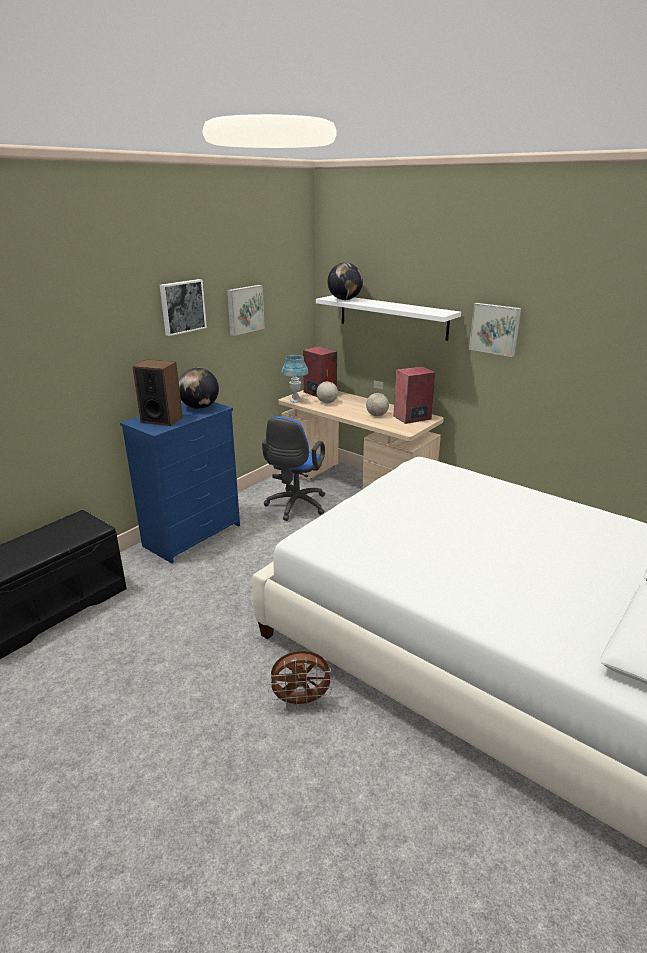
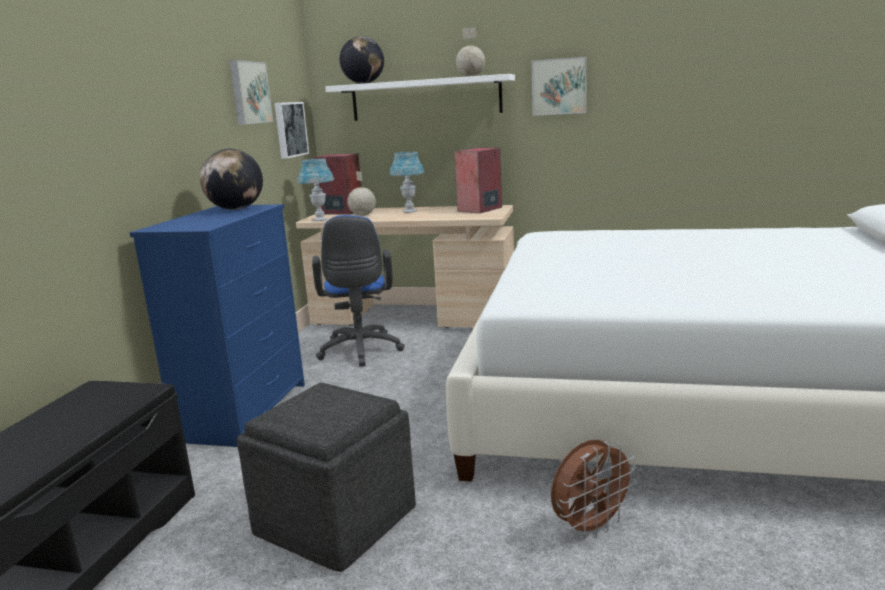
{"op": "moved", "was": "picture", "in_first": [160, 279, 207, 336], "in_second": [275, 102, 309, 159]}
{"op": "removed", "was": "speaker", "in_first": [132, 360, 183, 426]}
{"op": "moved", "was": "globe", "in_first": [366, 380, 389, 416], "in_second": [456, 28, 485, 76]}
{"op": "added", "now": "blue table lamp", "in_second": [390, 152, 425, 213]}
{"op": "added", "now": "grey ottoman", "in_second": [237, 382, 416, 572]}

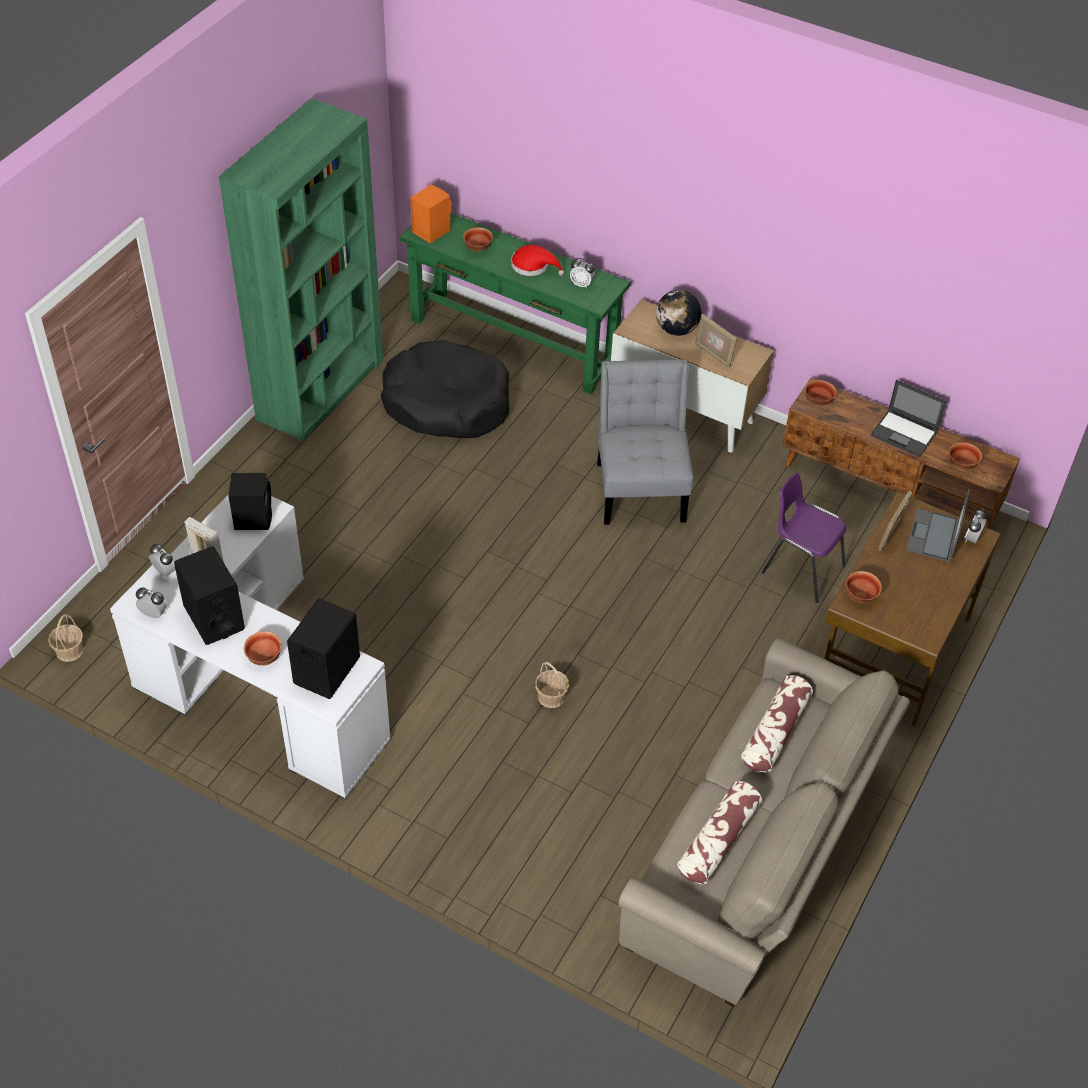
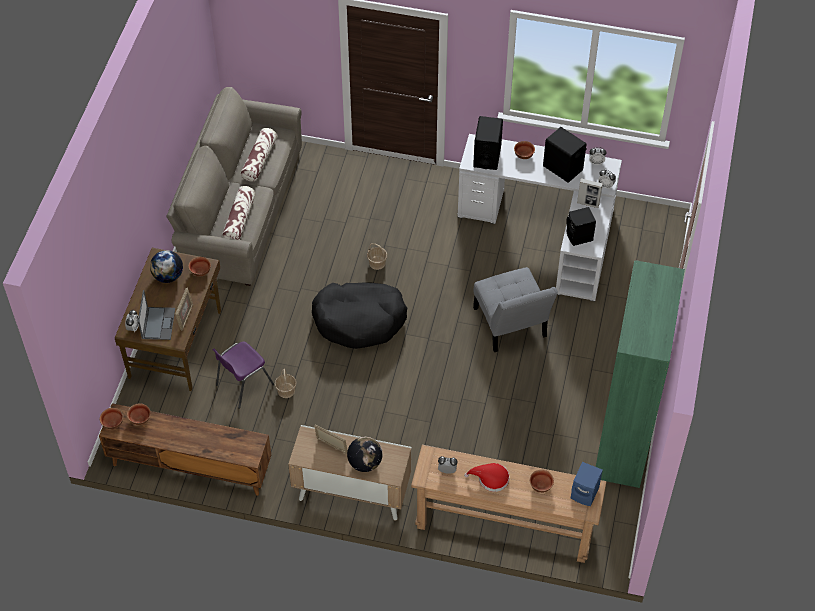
{"op": "recoloured", "was": "orange speaker", "now": "blue speaker", "in_first": [410, 185, 452, 244], "in_second": [571, 462, 603, 506]}
{"op": "recoloured", "was": "green console table", "now": "brown console table", "in_first": [400, 213, 631, 394], "in_second": [411, 445, 607, 563]}
{"op": "moved", "was": "black dog bed", "in_first": [381, 340, 509, 438], "in_second": [312, 283, 407, 349]}
{"op": "moved", "was": "grey chair", "in_first": [597, 359, 693, 525], "in_second": [473, 267, 558, 352]}
{"op": "moved", "was": "bowl", "in_first": [805, 380, 837, 406], "in_second": [100, 408, 123, 429]}
{"op": "removed", "was": "laptop", "in_first": [871, 380, 947, 457]}
{"op": "turned", "was": "purple chair", "in_first": [762, 472, 846, 603], "in_second": [212, 341, 274, 409], "clockwise": 120}
{"op": "moved", "was": "basket", "in_first": [48, 614, 84, 662], "in_second": [275, 369, 296, 398]}
{"op": "added", "now": "globe", "in_second": [150, 250, 183, 283]}

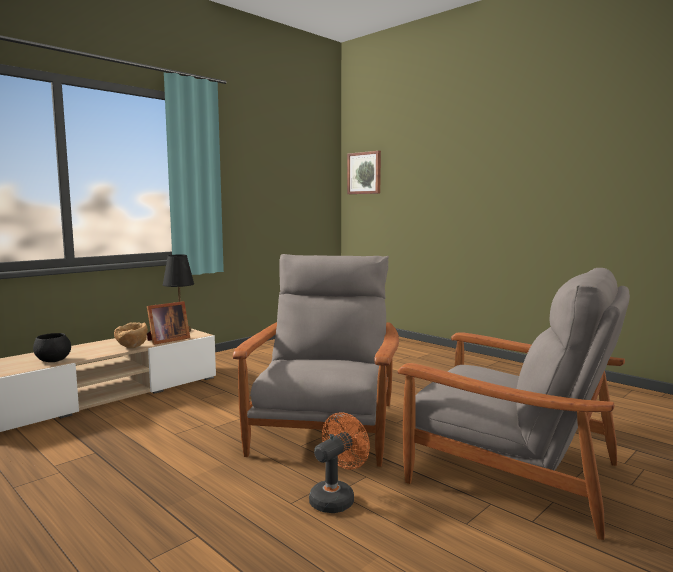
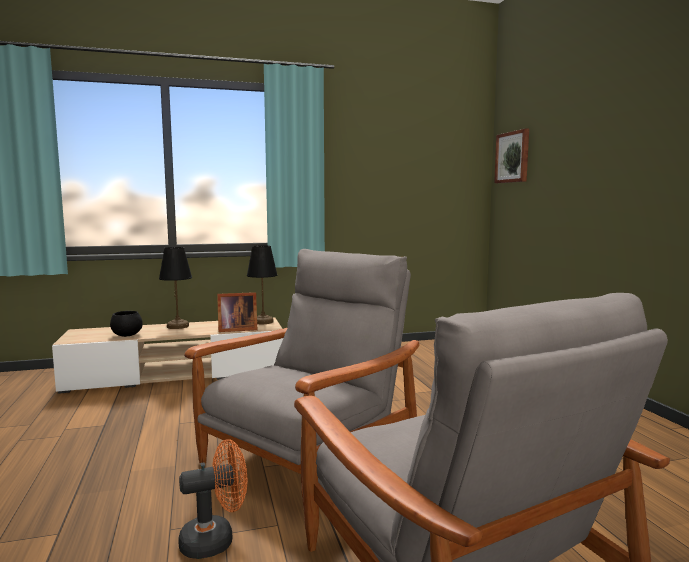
{"op": "removed", "was": "brown bowl", "in_first": [114, 322, 148, 349]}
{"op": "added", "now": "black table lamp", "in_second": [159, 247, 192, 329]}

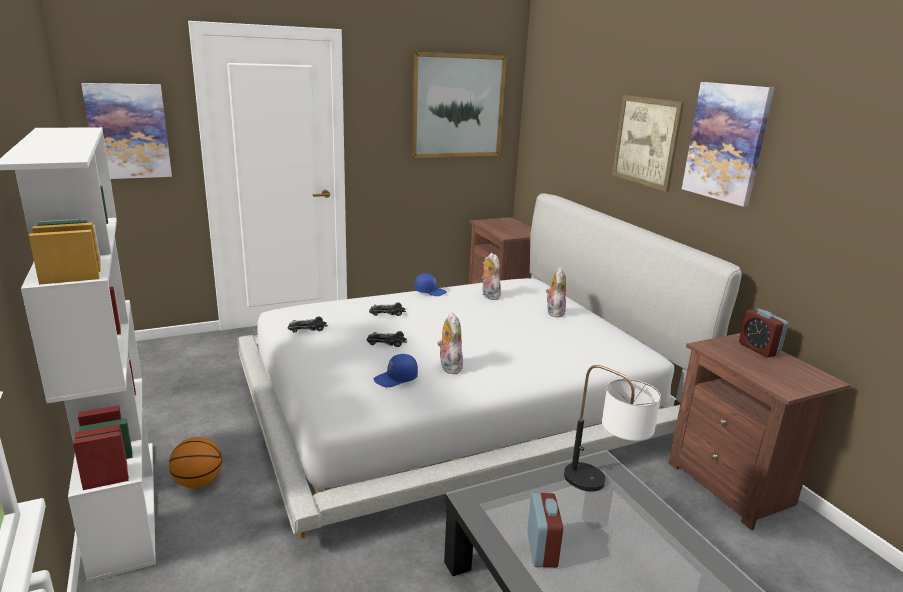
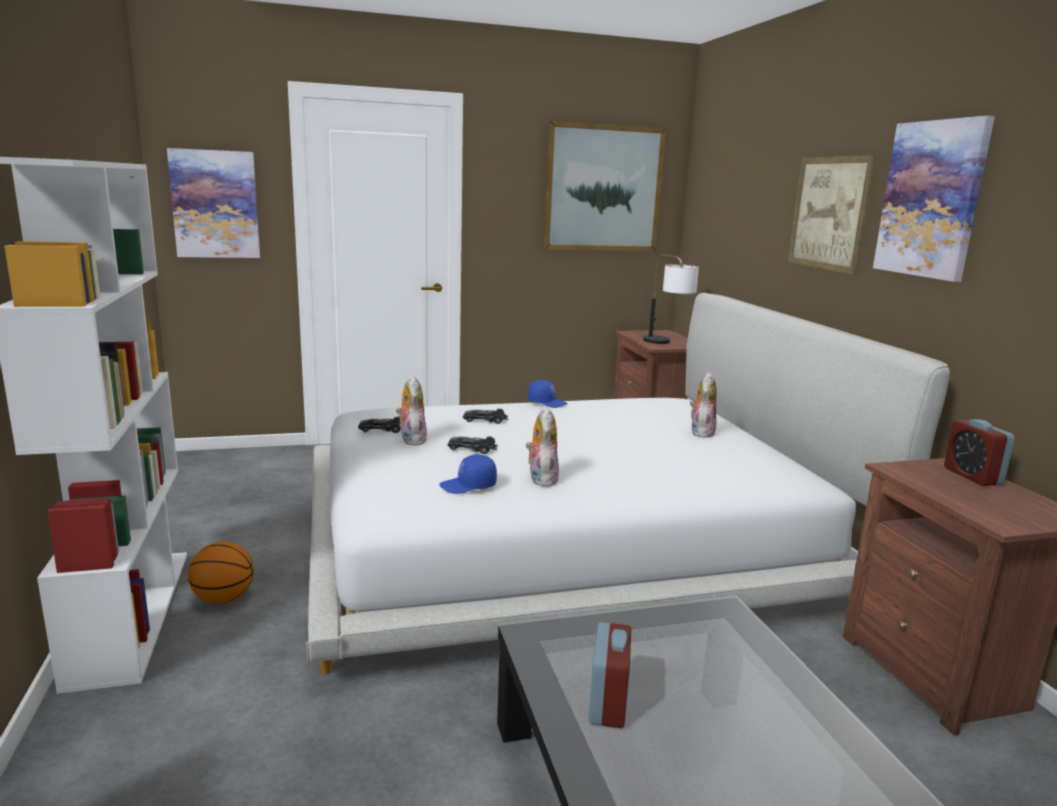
{"op": "moved", "was": "plush toy", "in_first": [482, 253, 501, 300], "in_second": [396, 375, 427, 445]}
{"op": "moved", "was": "table lamp", "in_first": [564, 365, 661, 492], "in_second": [643, 255, 699, 344]}

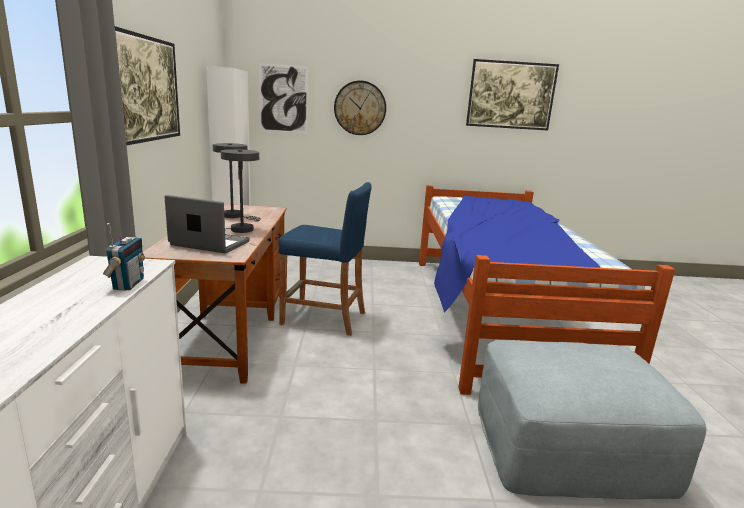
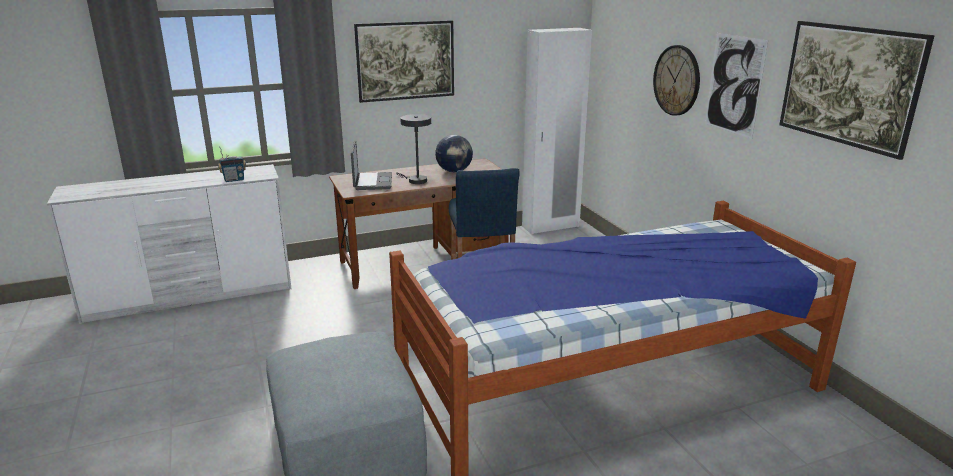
{"op": "moved", "was": "picture", "in_first": [259, 63, 308, 133], "in_second": [705, 33, 768, 139]}
{"op": "replaced", "was": "grey table lamp", "now": "globe", "in_first": [213, 143, 261, 221], "in_second": [435, 135, 473, 172]}

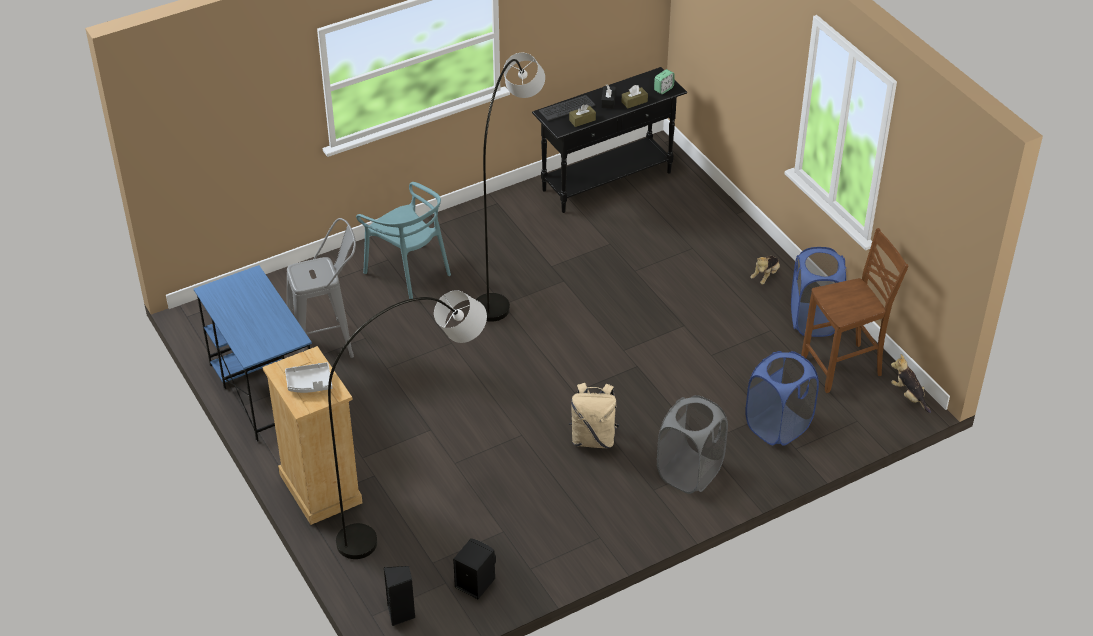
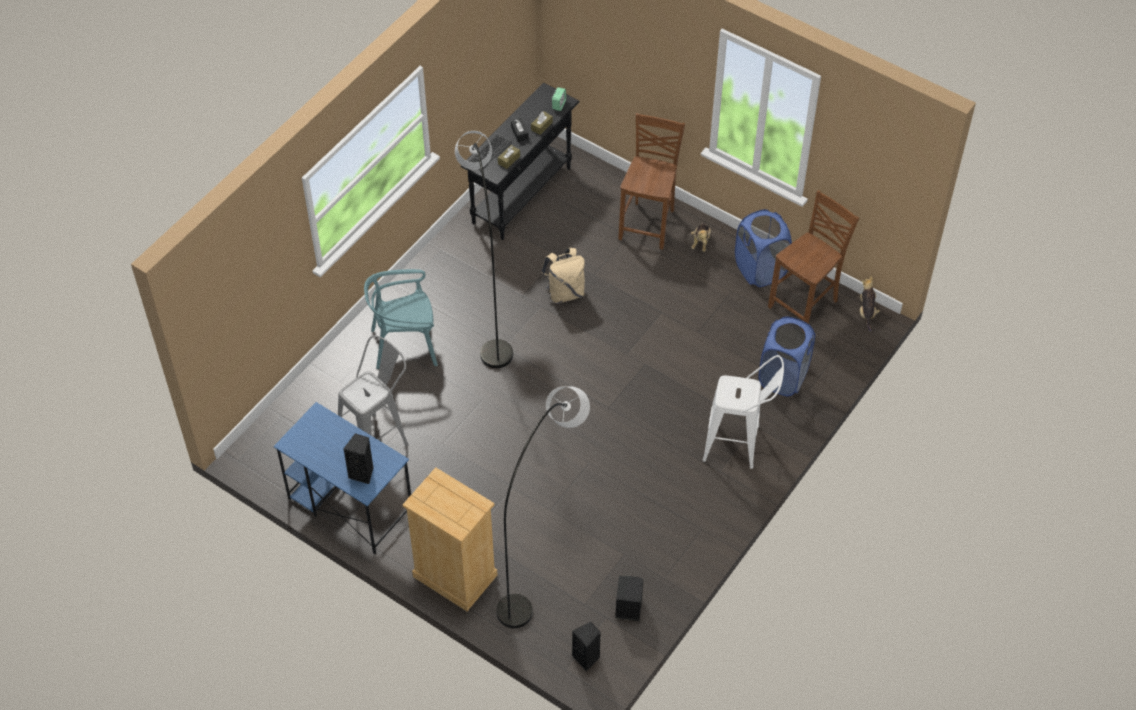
{"op": "turned", "was": "turquoise chair", "in_first": [356, 182, 451, 299], "in_second": [364, 269, 438, 369], "clockwise": 150}
{"op": "turned", "was": "plush toy", "in_first": [891, 354, 931, 413], "in_second": [860, 276, 880, 332], "clockwise": 60}
{"op": "removed", "was": "grey tray", "in_first": [285, 362, 332, 393]}
{"op": "moved", "was": "beige backpack", "in_first": [569, 383, 619, 448], "in_second": [541, 248, 585, 304]}
{"op": "replaced", "was": "grey laundry basket", "now": "white stool", "in_first": [657, 395, 728, 494], "in_second": [703, 355, 784, 469]}
{"op": "added", "now": "brown chair", "in_second": [618, 113, 685, 250]}
{"op": "added", "now": "black speaker", "in_second": [344, 433, 374, 484]}

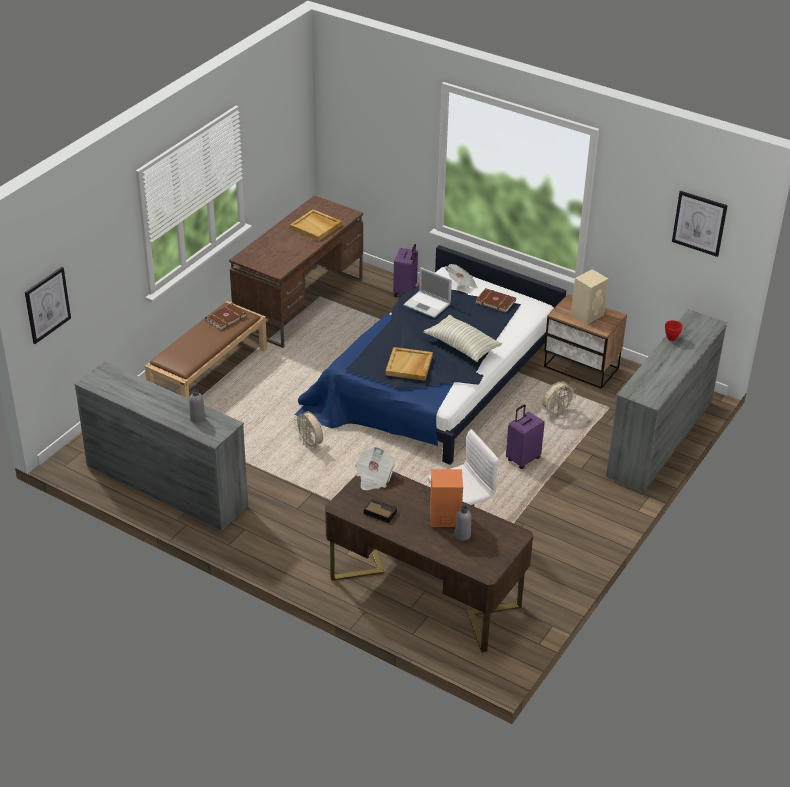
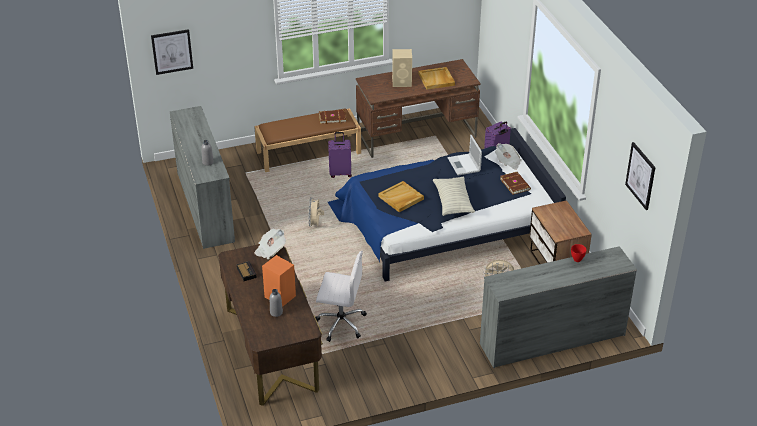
{"op": "moved", "was": "beige speaker", "in_first": [571, 269, 609, 324], "in_second": [392, 49, 412, 87]}
{"op": "moved", "was": "purple suitcase", "in_first": [506, 404, 545, 469], "in_second": [328, 132, 352, 178]}

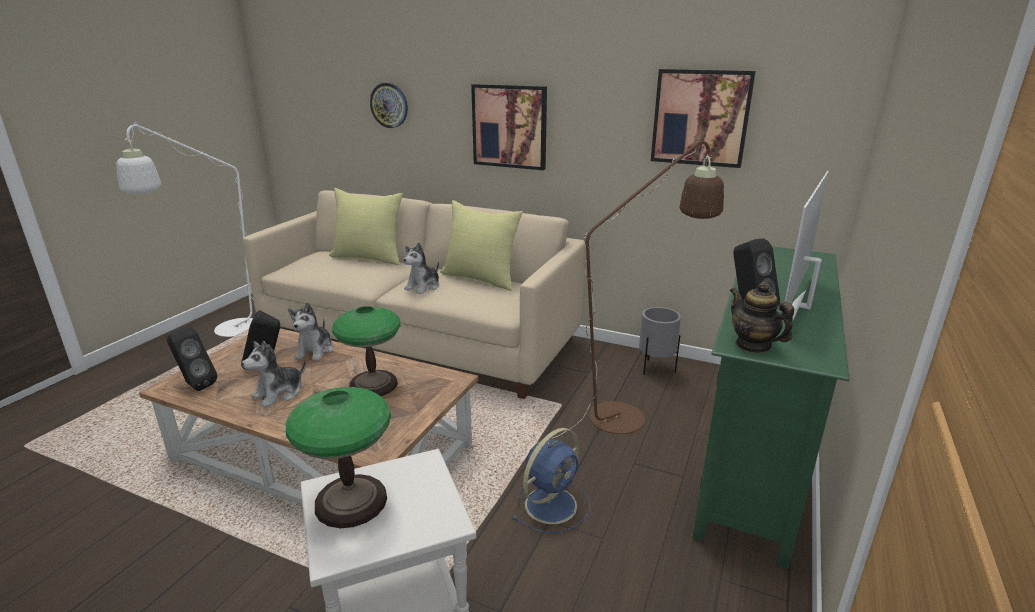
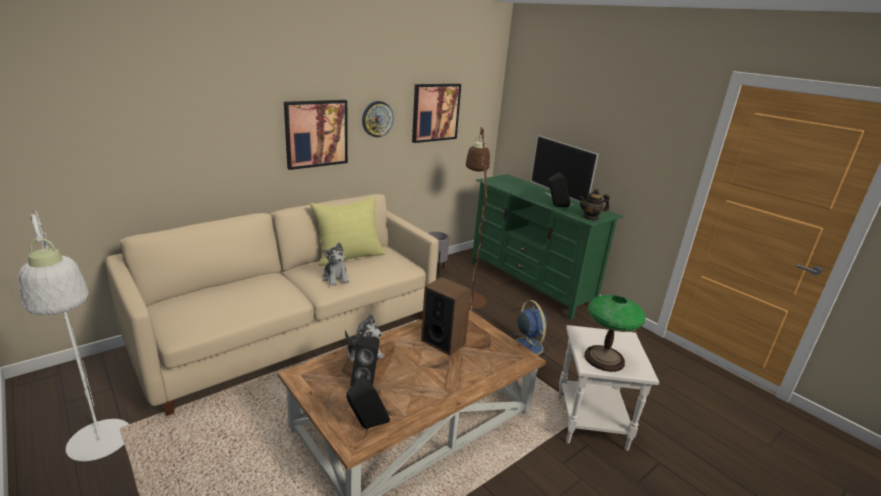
{"op": "moved", "was": "wall clock", "in_first": [370, 83, 408, 128], "in_second": [362, 101, 394, 137]}
{"op": "removed", "was": "yellow pillow", "in_first": [329, 188, 403, 265]}
{"op": "replaced", "was": "table lamp", "now": "speaker", "in_first": [332, 306, 401, 396], "in_second": [421, 277, 472, 355]}
{"op": "removed", "was": "plush toy", "in_first": [241, 341, 306, 407]}

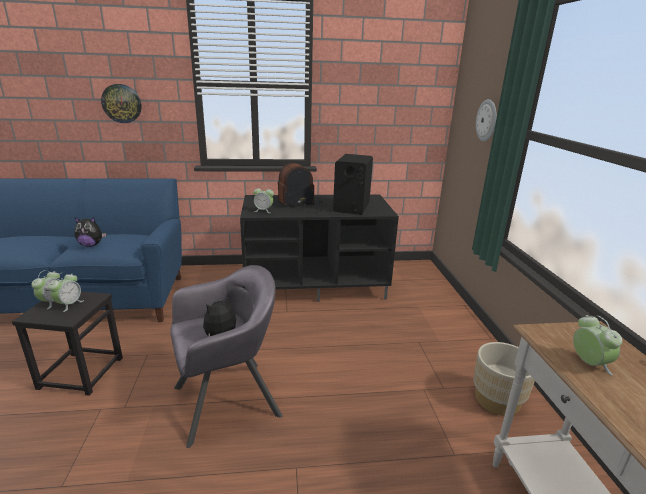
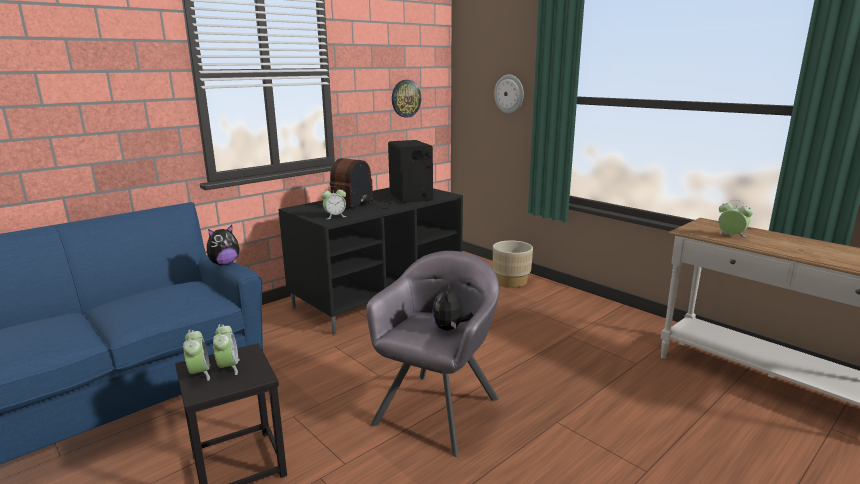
{"op": "moved", "was": "wall clock", "in_first": [101, 84, 142, 123], "in_second": [392, 80, 421, 118]}
{"op": "moved", "was": "plush toy", "in_first": [74, 217, 106, 247], "in_second": [207, 225, 239, 265]}
{"op": "moved", "was": "beige planter", "in_first": [473, 342, 535, 416], "in_second": [493, 240, 533, 287]}

